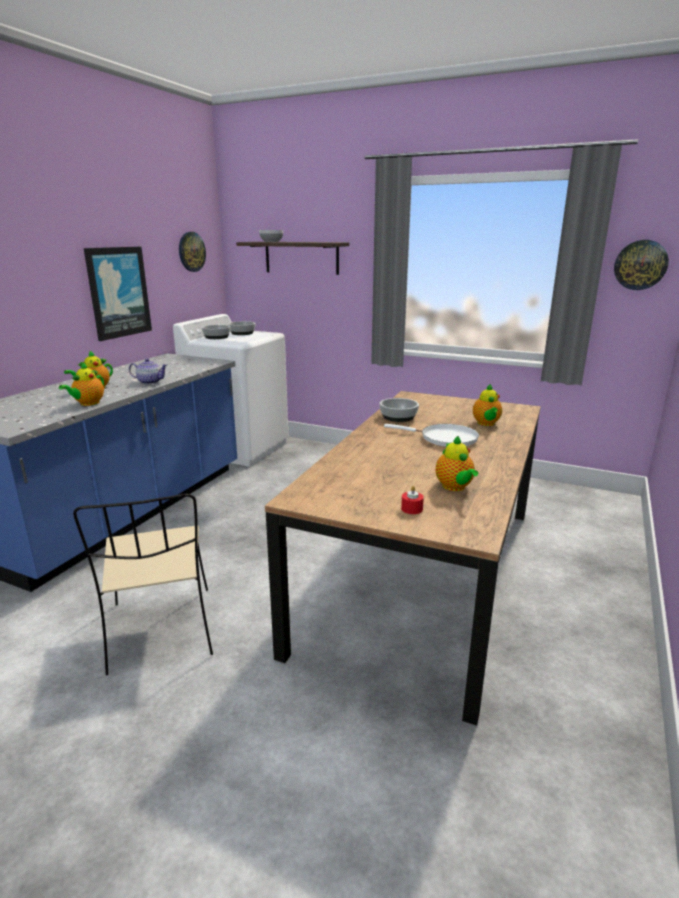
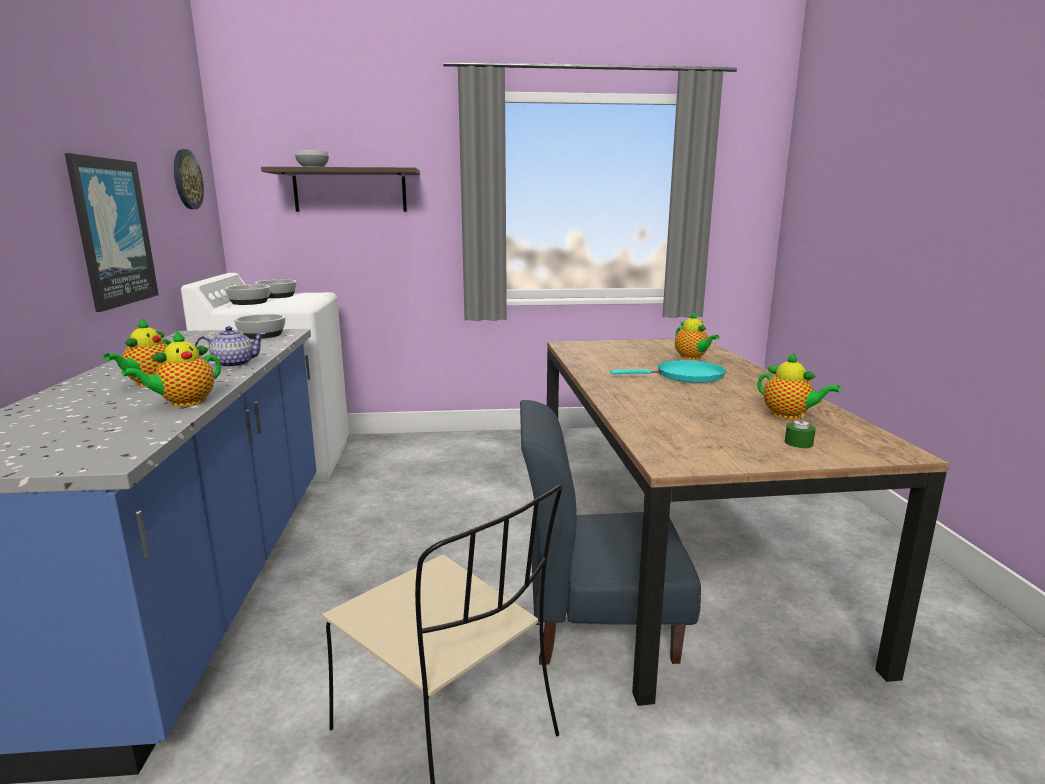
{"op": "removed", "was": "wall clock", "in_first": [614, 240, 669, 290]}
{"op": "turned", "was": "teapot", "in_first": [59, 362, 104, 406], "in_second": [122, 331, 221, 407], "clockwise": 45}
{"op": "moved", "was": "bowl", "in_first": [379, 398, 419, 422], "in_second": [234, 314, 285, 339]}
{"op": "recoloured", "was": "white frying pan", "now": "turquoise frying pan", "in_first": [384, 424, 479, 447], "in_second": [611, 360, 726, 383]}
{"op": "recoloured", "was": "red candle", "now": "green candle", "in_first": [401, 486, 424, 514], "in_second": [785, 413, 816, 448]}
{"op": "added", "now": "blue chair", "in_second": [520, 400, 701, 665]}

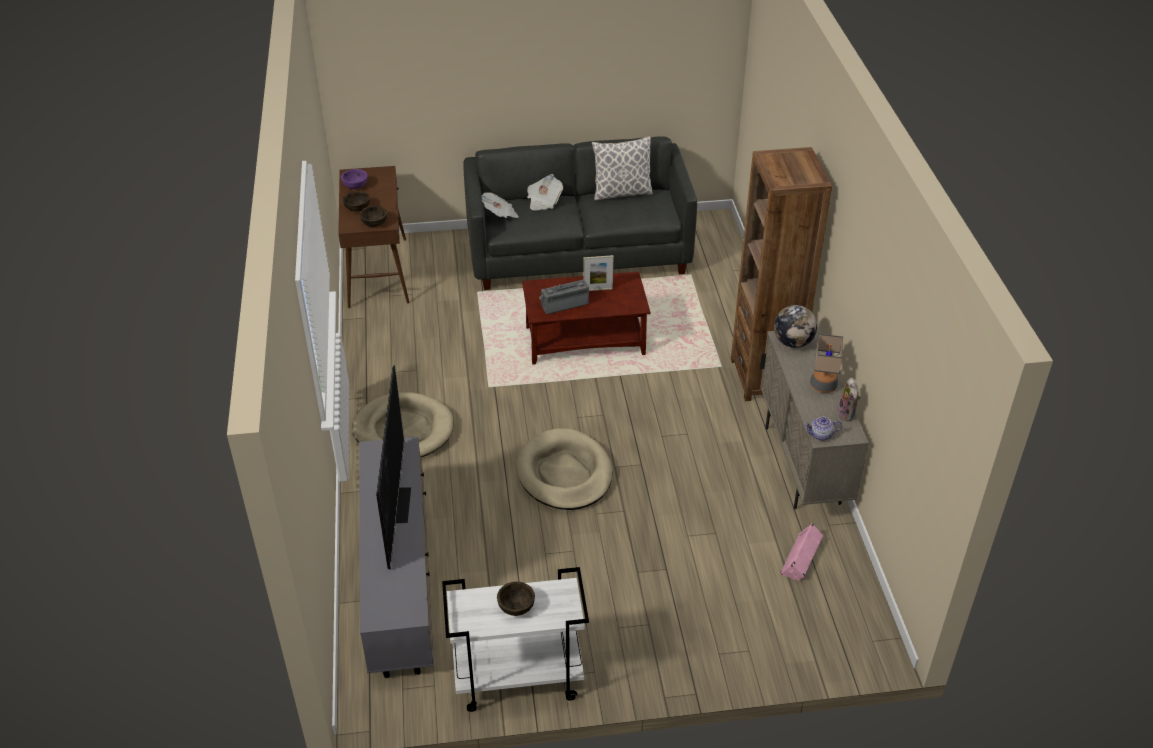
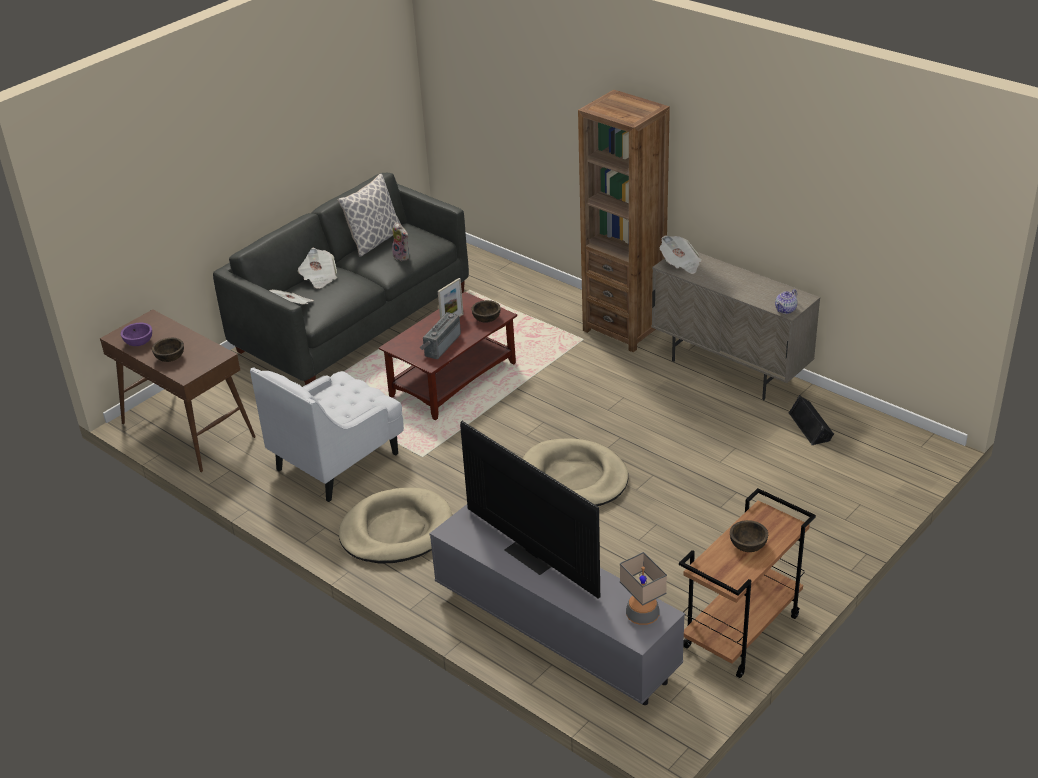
{"op": "moved", "was": "brown bowl", "in_first": [360, 206, 387, 227], "in_second": [471, 300, 501, 323]}
{"op": "replaced", "was": "globe", "now": "newspaper", "in_first": [774, 305, 817, 348], "in_second": [659, 235, 702, 274]}
{"op": "moved", "was": "table lamp", "in_first": [810, 334, 843, 393], "in_second": [620, 552, 667, 625]}
{"op": "moved", "was": "plush toy", "in_first": [837, 378, 861, 421], "in_second": [392, 223, 409, 261]}
{"op": "recoloured", "was": "pink speaker", "now": "black speaker", "in_first": [780, 523, 824, 581], "in_second": [789, 395, 834, 445]}
{"op": "recoloured", "was": "white cart", "now": "brown cart", "in_first": [442, 567, 589, 712], "in_second": [679, 488, 816, 678]}
{"op": "added", "now": "white armchair", "in_second": [250, 367, 404, 502]}

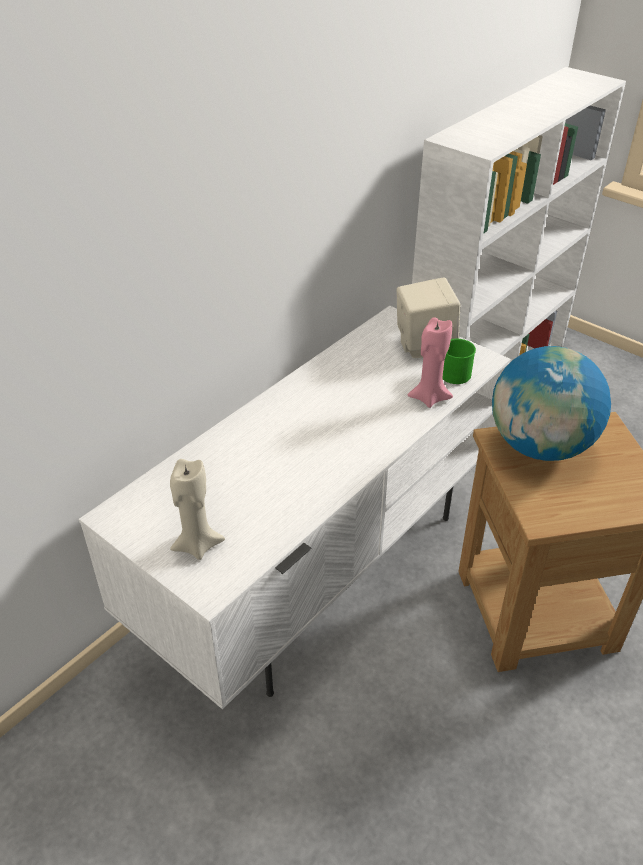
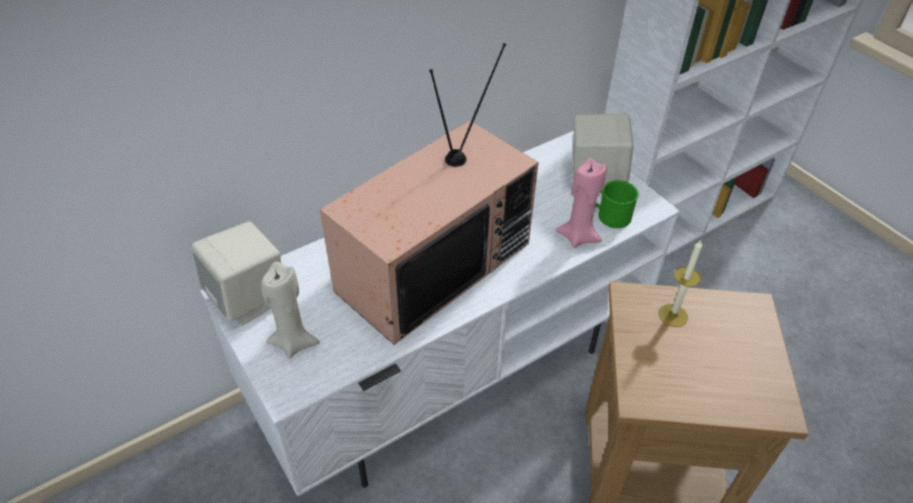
{"op": "replaced", "was": "globe", "now": "candle", "in_first": [492, 346, 611, 461], "in_second": [659, 240, 702, 327]}
{"op": "added", "now": "television", "in_second": [320, 43, 539, 345]}
{"op": "added", "now": "beige speaker", "in_second": [192, 221, 281, 326]}

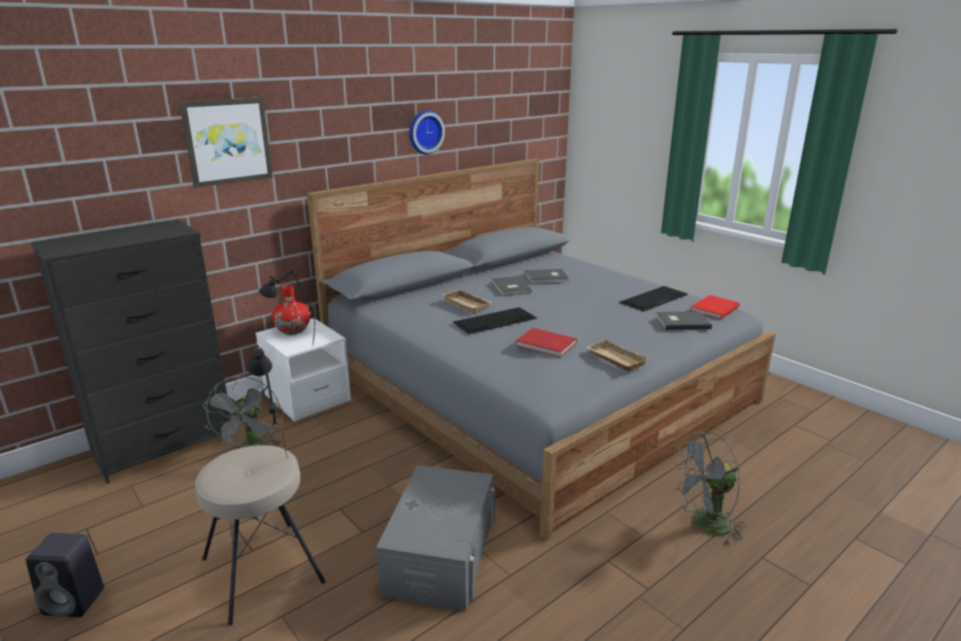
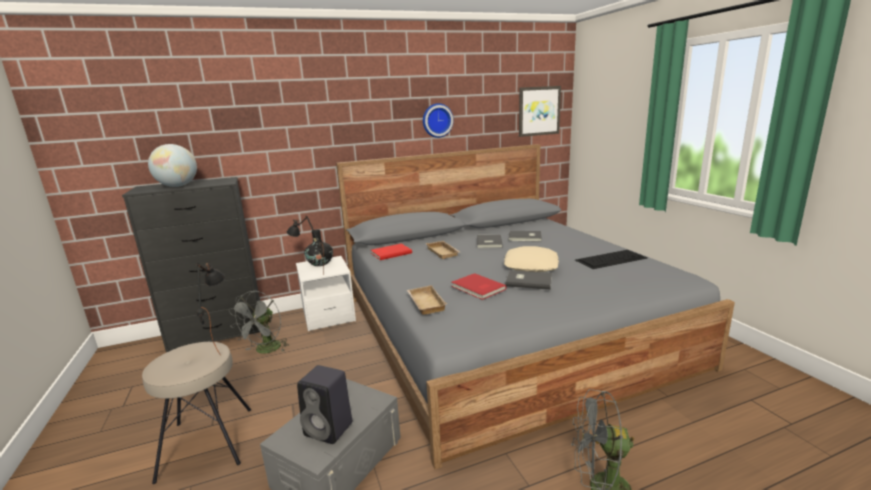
{"op": "moved", "was": "picture", "in_first": [179, 97, 273, 187], "in_second": [519, 86, 561, 137]}
{"op": "recoloured", "was": "red vase", "now": "black vase", "in_first": [272, 285, 311, 335], "in_second": [304, 229, 333, 266]}
{"op": "moved", "was": "red book", "in_first": [690, 295, 740, 319], "in_second": [371, 243, 412, 260]}
{"op": "removed", "was": "keyboard", "in_first": [453, 307, 537, 334]}
{"op": "moved", "was": "grey book", "in_first": [656, 311, 712, 330], "in_second": [505, 270, 552, 290]}
{"op": "moved", "was": "beige tray", "in_first": [585, 339, 650, 372], "in_second": [407, 285, 447, 315]}
{"op": "moved", "was": "black speaker", "in_first": [26, 533, 104, 617], "in_second": [297, 365, 352, 444]}
{"op": "added", "now": "globe", "in_second": [148, 144, 197, 187]}
{"op": "added", "now": "beige pillow", "in_second": [504, 246, 559, 272]}

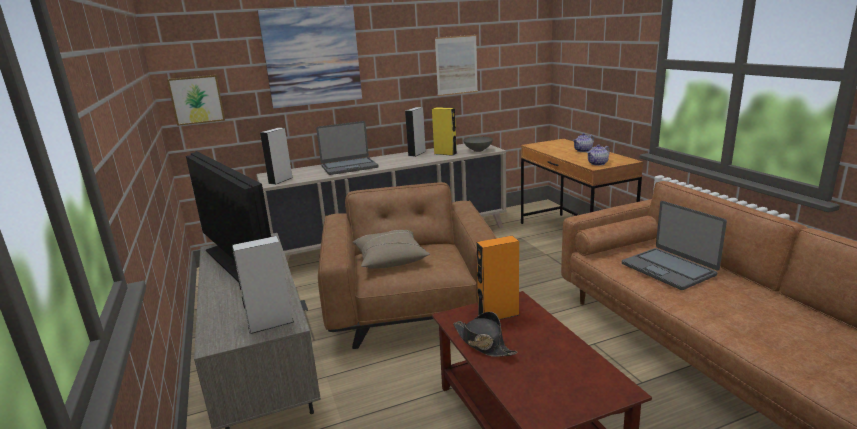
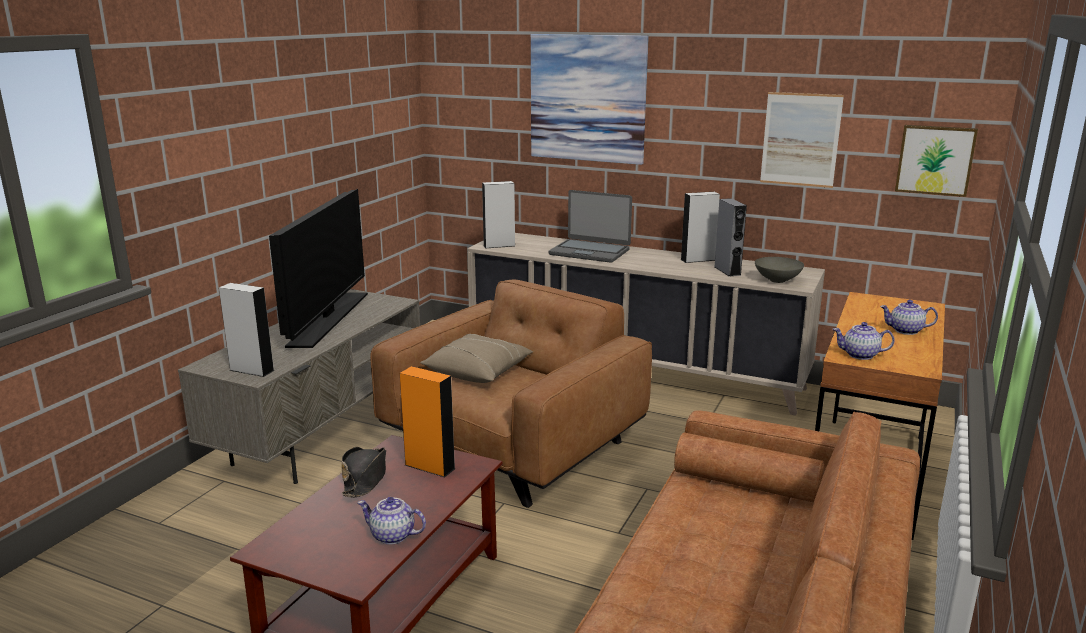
{"op": "moved", "was": "picture", "in_first": [167, 75, 225, 126], "in_second": [895, 125, 978, 197]}
{"op": "recoloured", "was": "yellow speaker", "now": "grey speaker", "in_first": [432, 107, 457, 156], "in_second": [715, 198, 747, 277]}
{"op": "removed", "was": "laptop", "in_first": [622, 201, 727, 290]}
{"op": "added", "now": "teapot", "in_second": [357, 497, 426, 545]}

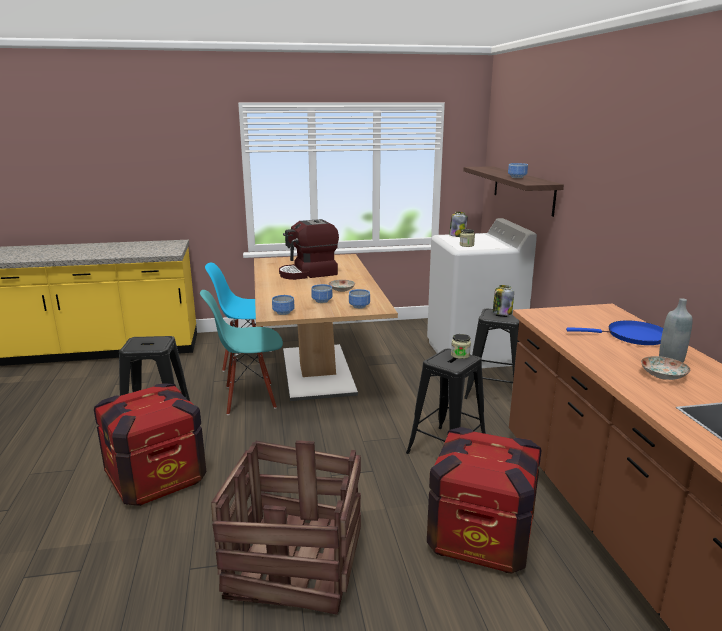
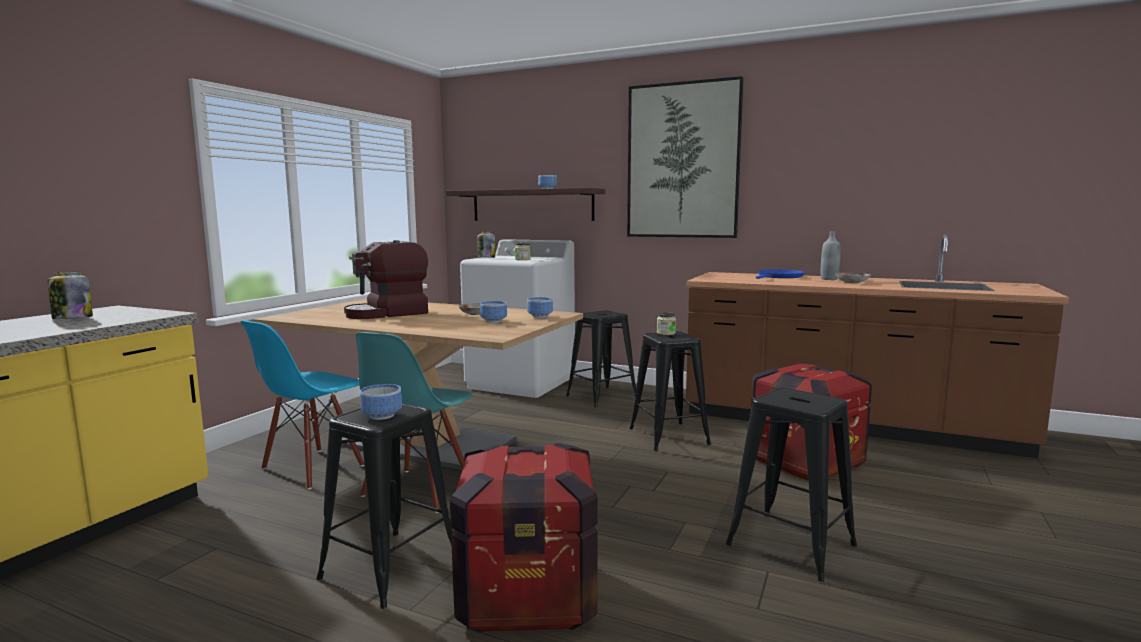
{"op": "turned", "was": "coffee machine", "in_first": [279, 219, 339, 280], "in_second": [344, 240, 428, 319], "clockwise": 45}
{"op": "moved", "was": "jar", "in_first": [493, 285, 514, 315], "in_second": [48, 272, 93, 319]}
{"op": "moved", "was": "bowl", "in_first": [272, 295, 295, 315], "in_second": [360, 384, 402, 420]}
{"op": "replaced", "was": "crate", "now": "black stool", "in_first": [211, 440, 361, 615], "in_second": [726, 387, 857, 582]}
{"op": "added", "now": "picture", "in_second": [627, 76, 744, 238]}

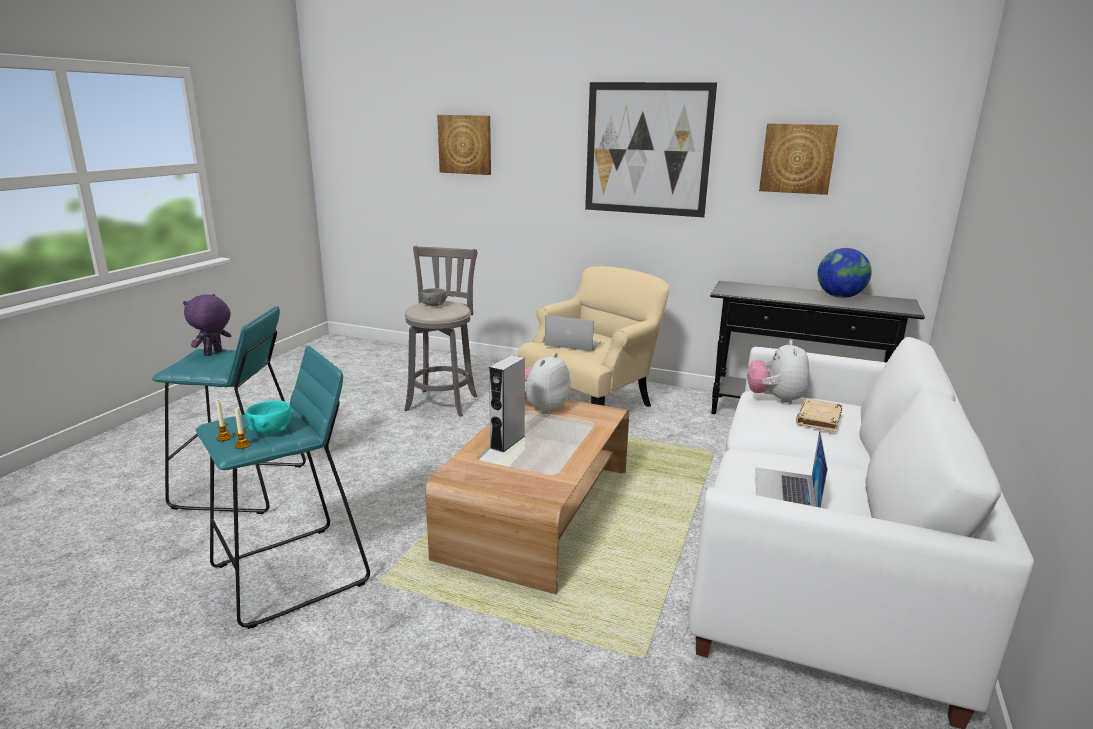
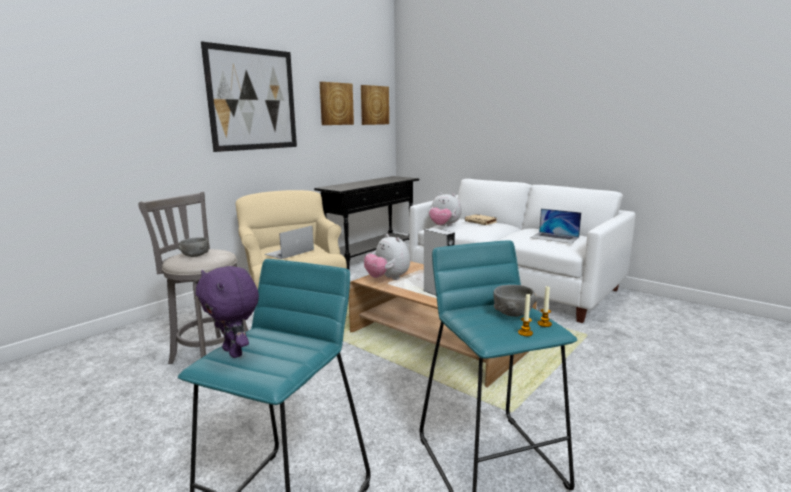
{"op": "moved", "was": "picture", "in_first": [437, 115, 491, 175], "in_second": [361, 85, 389, 125]}
{"op": "removed", "was": "globe", "in_first": [818, 248, 872, 298]}
{"op": "recoloured", "was": "turquoise bowl", "now": "grey bowl", "in_first": [245, 400, 294, 434], "in_second": [493, 285, 537, 317]}

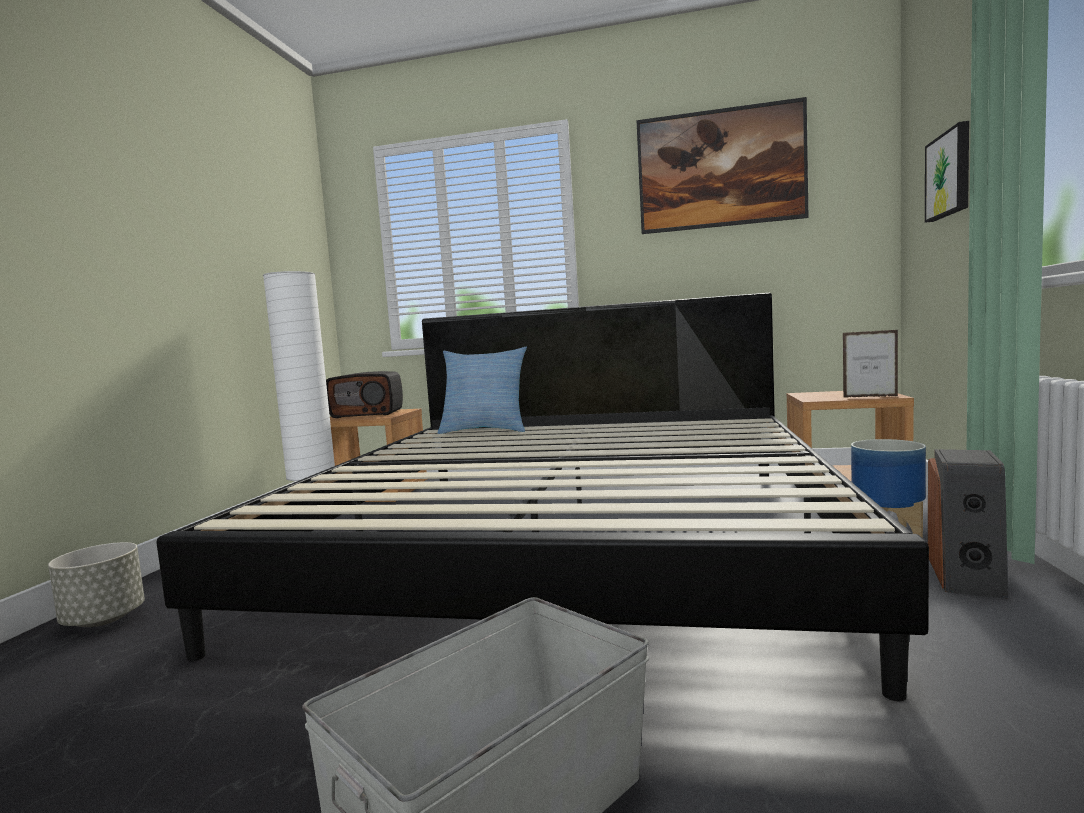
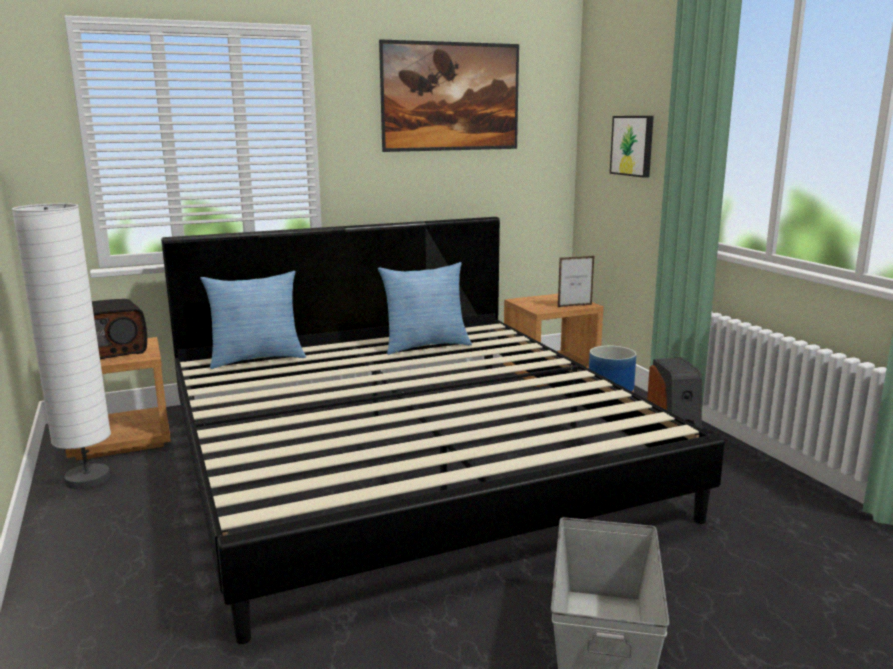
{"op": "removed", "was": "grey planter", "in_first": [48, 542, 145, 627]}
{"op": "added", "now": "pillow", "in_second": [378, 262, 472, 355]}

